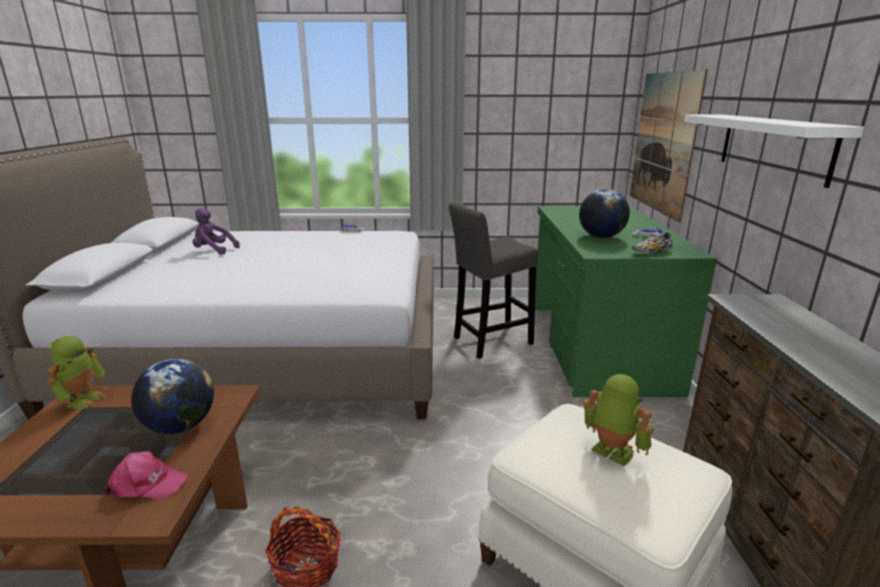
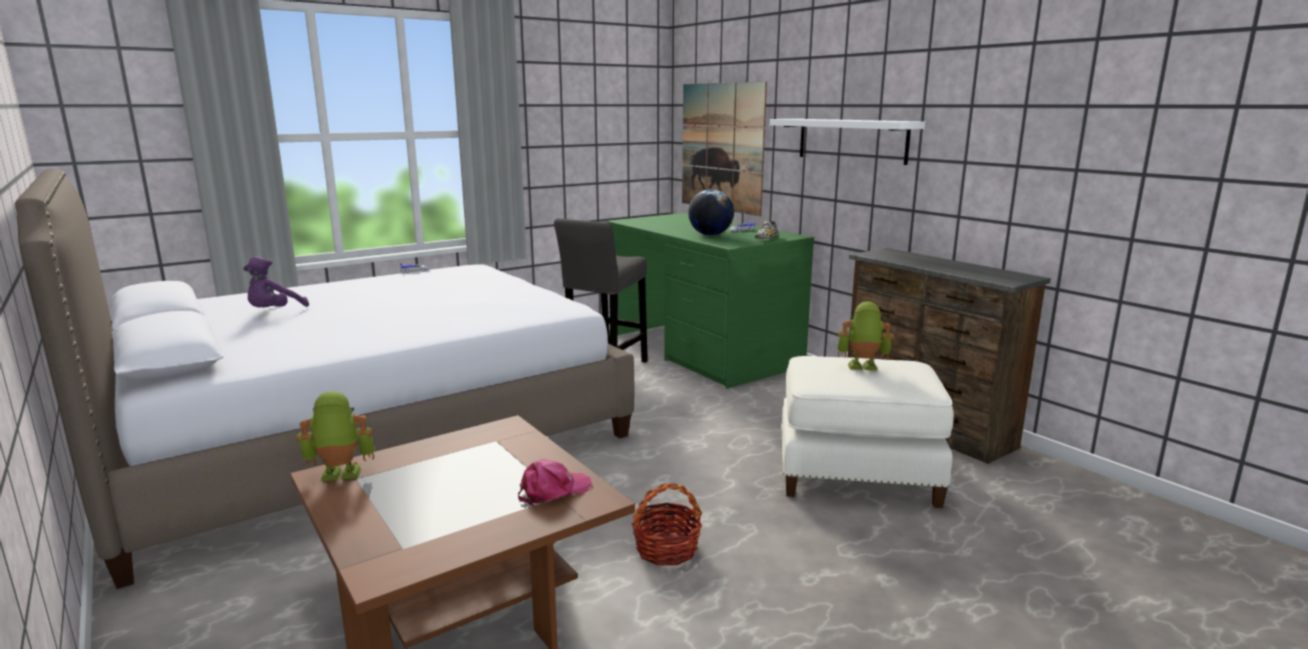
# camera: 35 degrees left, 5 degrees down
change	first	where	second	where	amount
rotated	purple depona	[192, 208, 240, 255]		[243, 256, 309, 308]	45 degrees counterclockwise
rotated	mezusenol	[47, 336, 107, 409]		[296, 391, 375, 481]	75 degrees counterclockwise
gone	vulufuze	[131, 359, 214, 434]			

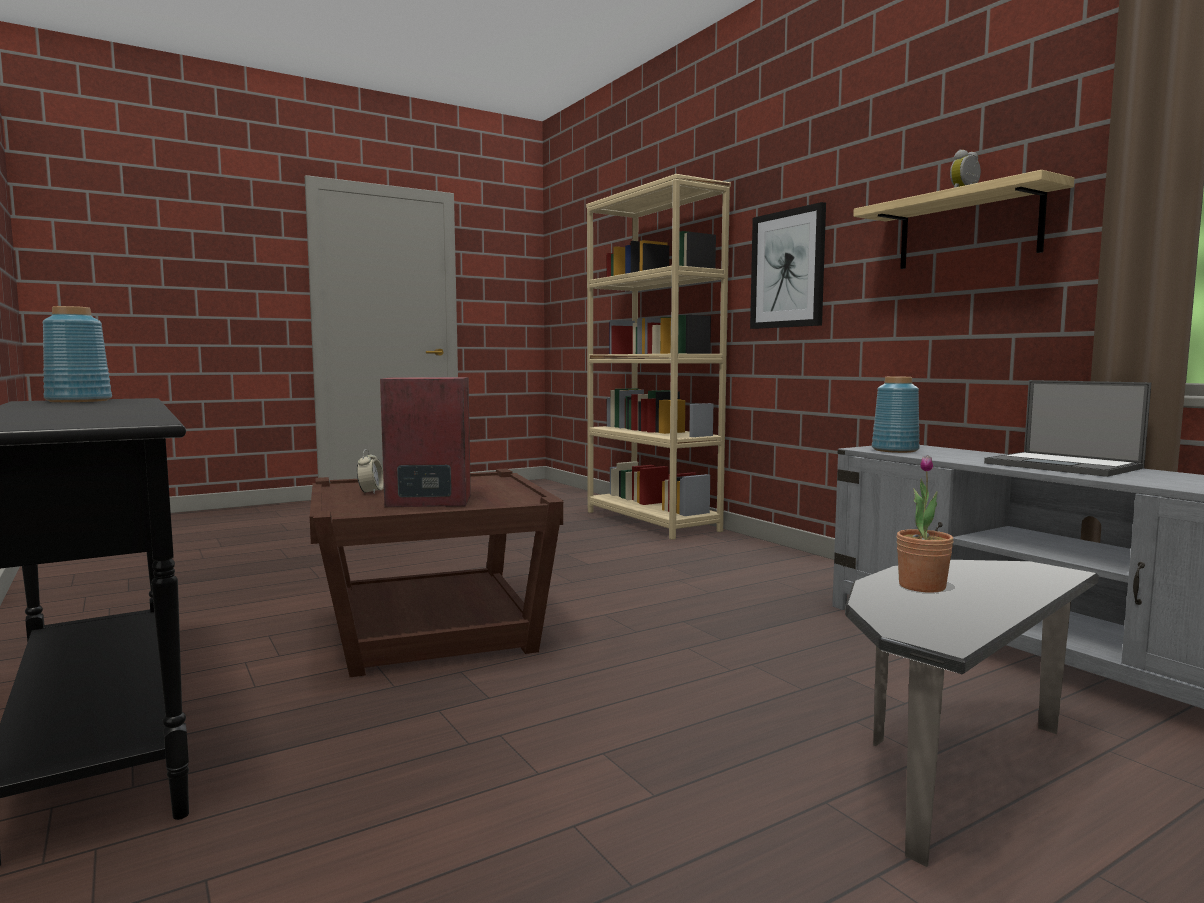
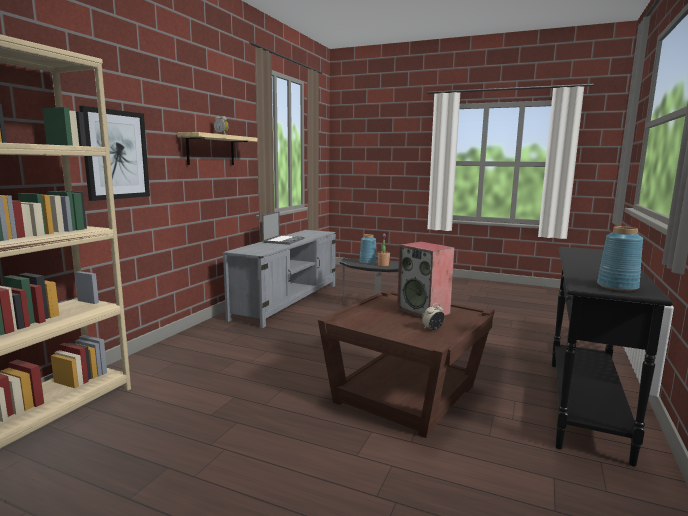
# camera: 125 degrees left, 5 degrees up
change	first	where	second	where	amount
shifted	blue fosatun	[872, 377, 920, 453]		[359, 234, 377, 264]	

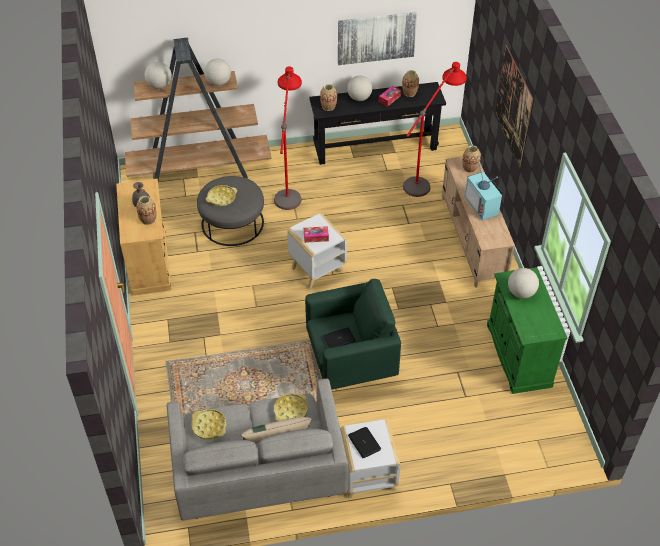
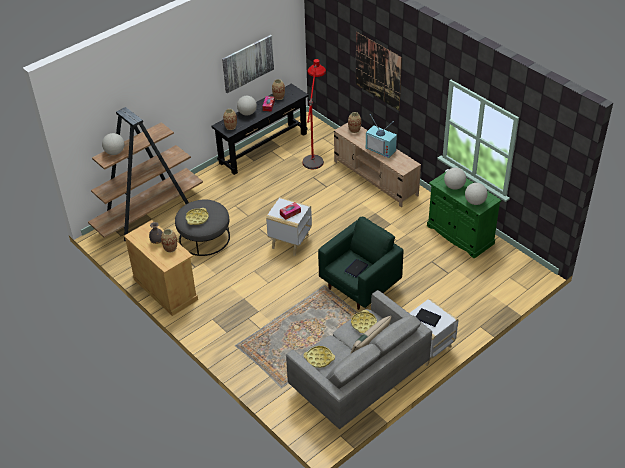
# camera: 30 degrees left, 5 degrees down
change	first	where	second	where	amount
shifted	vulufuze	[204, 59, 231, 86]		[465, 183, 488, 205]	
gone	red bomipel	[274, 66, 302, 210]			

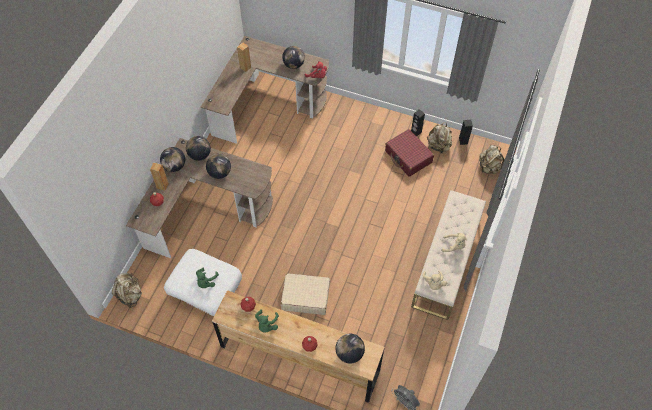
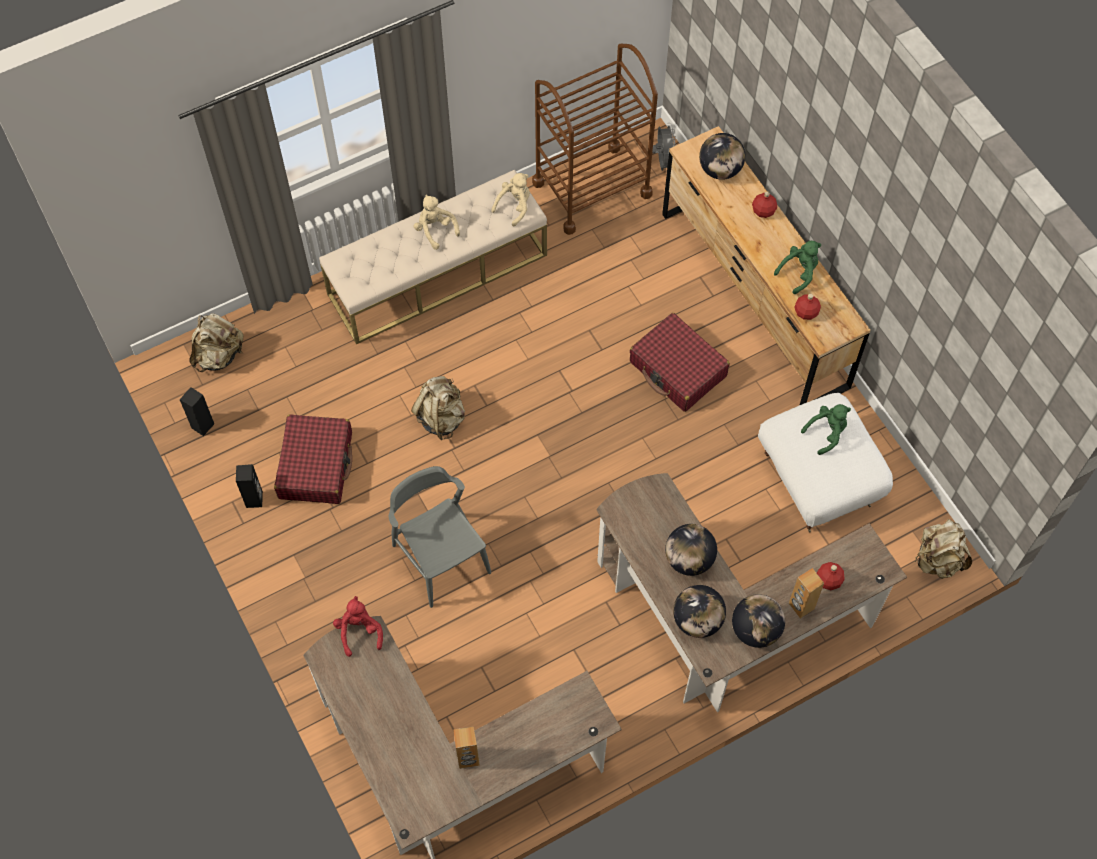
# camera: 140 degrees left, 5 degrees up
change	first	where	second	where	amount
gone	vulufuze	[282, 46, 305, 69]			
shifted	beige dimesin	[427, 123, 452, 153]		[411, 376, 465, 440]	
repainted	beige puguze	[281, 273, 330, 315]	red puguze	[630, 313, 730, 412]	
new			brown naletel	[532, 44, 658, 235]	
new			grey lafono	[389, 466, 491, 608]	

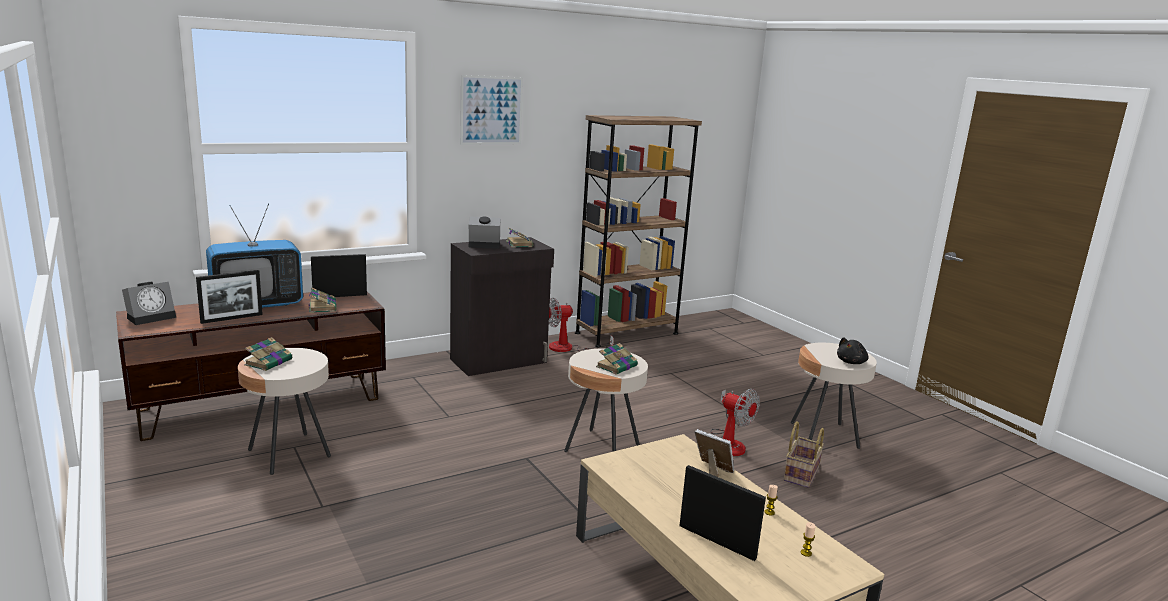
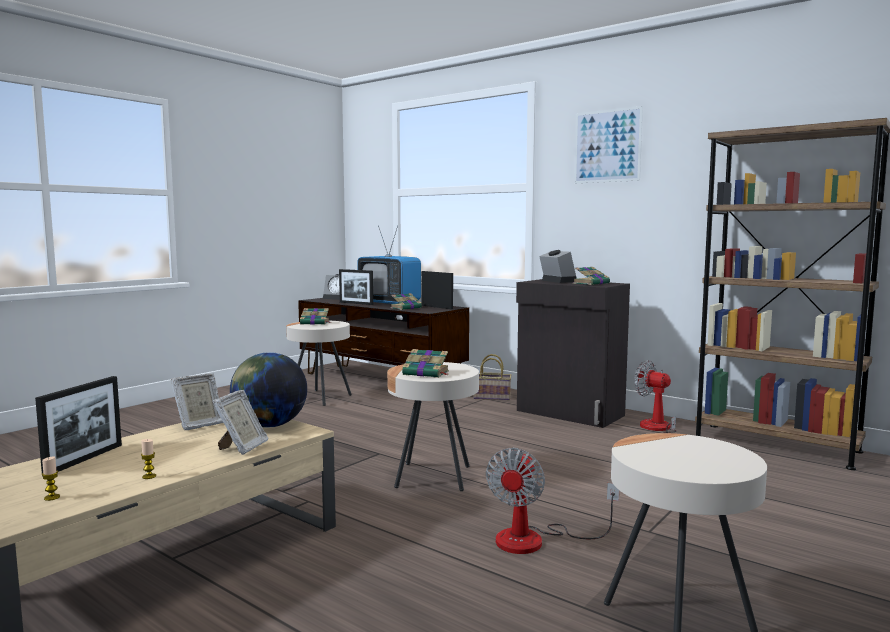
# camera: 70 degrees right, 10 degrees down
change	first	where	second	where	amount
gone	black depona	[837, 337, 869, 364]			
shifted	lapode	[784, 421, 824, 488]		[473, 354, 511, 400]	
new			vulufuze	[230, 352, 307, 428]	
new			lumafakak	[171, 373, 223, 430]	

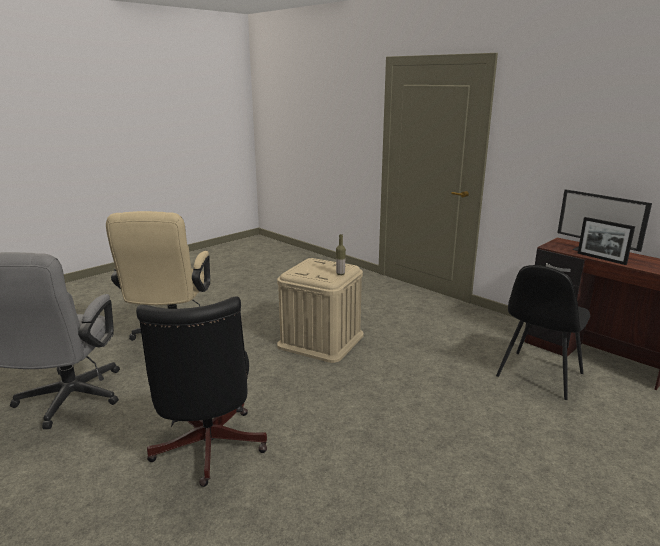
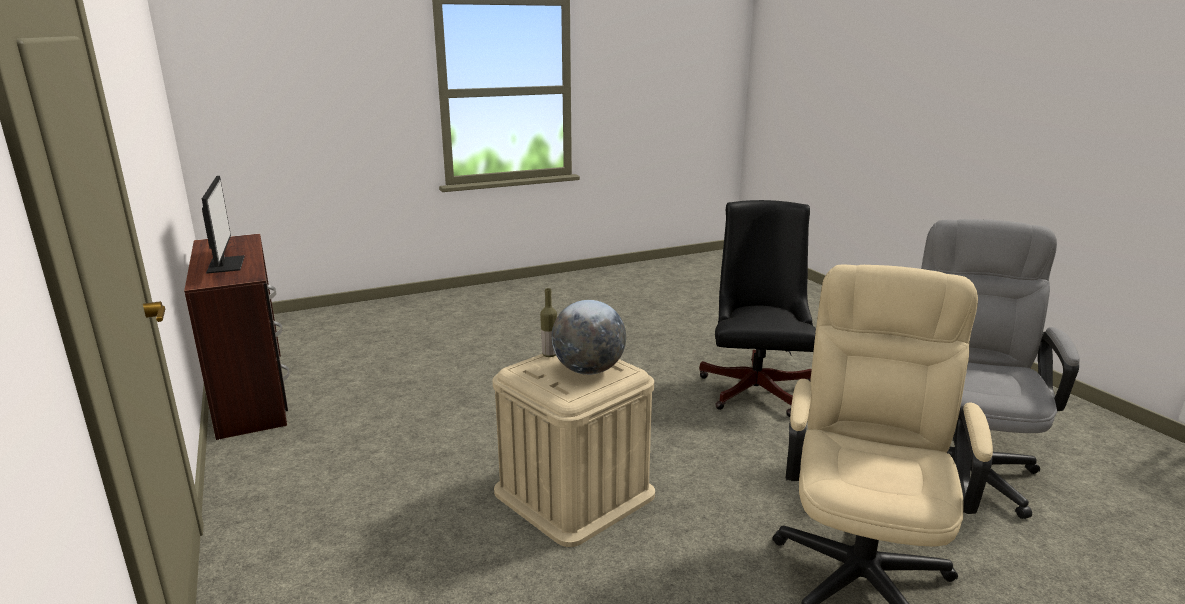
# camera: 160 degrees left, 0 degrees up
change	first	where	second	where	amount
gone	lumafakak	[578, 217, 635, 265]			
gone	black lafono	[496, 265, 590, 400]			
new			vulufuze	[551, 300, 626, 375]	

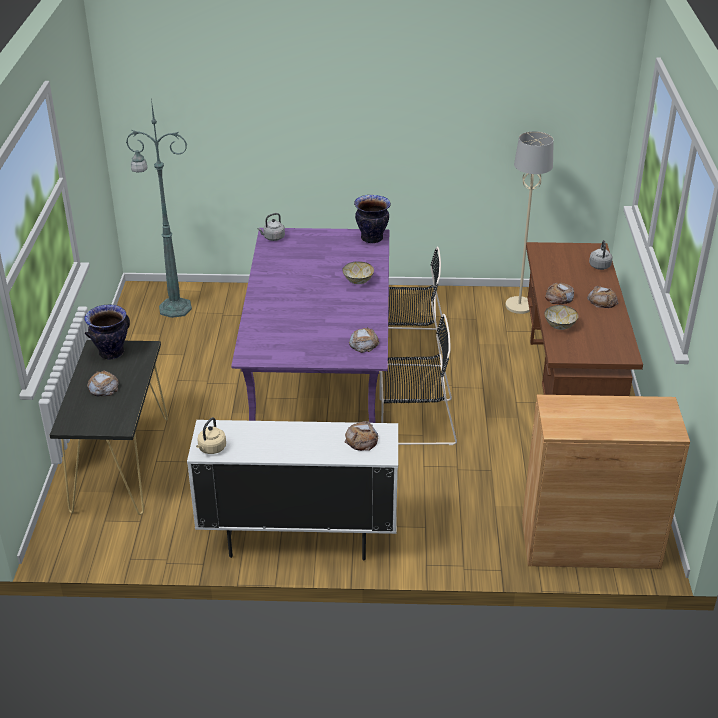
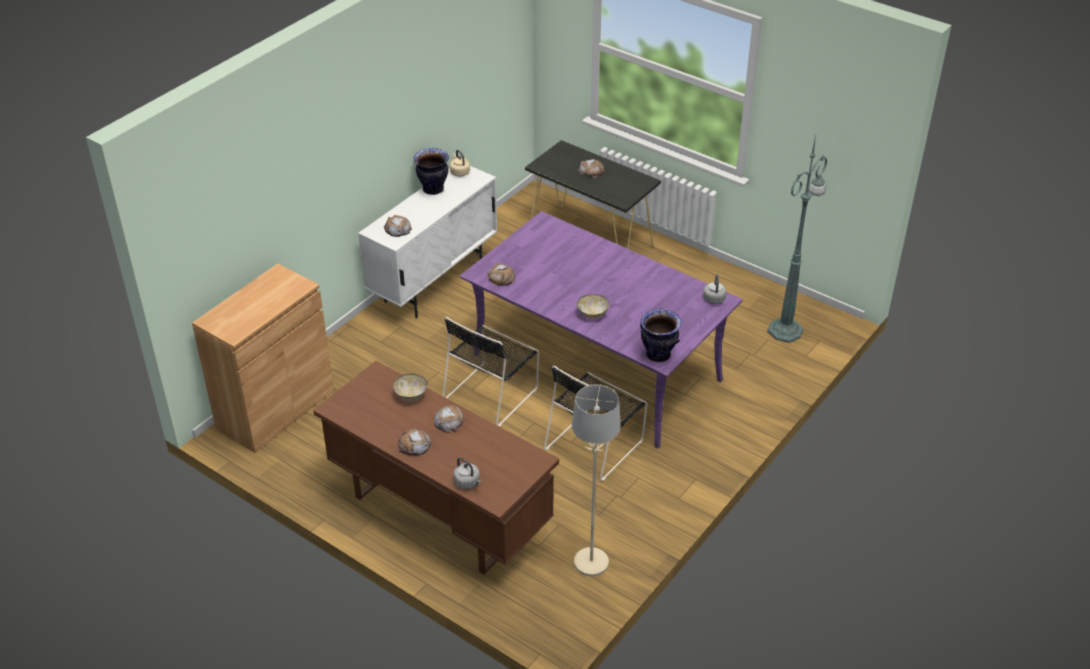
# camera: 125 degrees right, 5 degrees up
change	first	where	second	where	amount
shifted	fosatun	[84, 304, 130, 359]		[414, 148, 449, 195]	

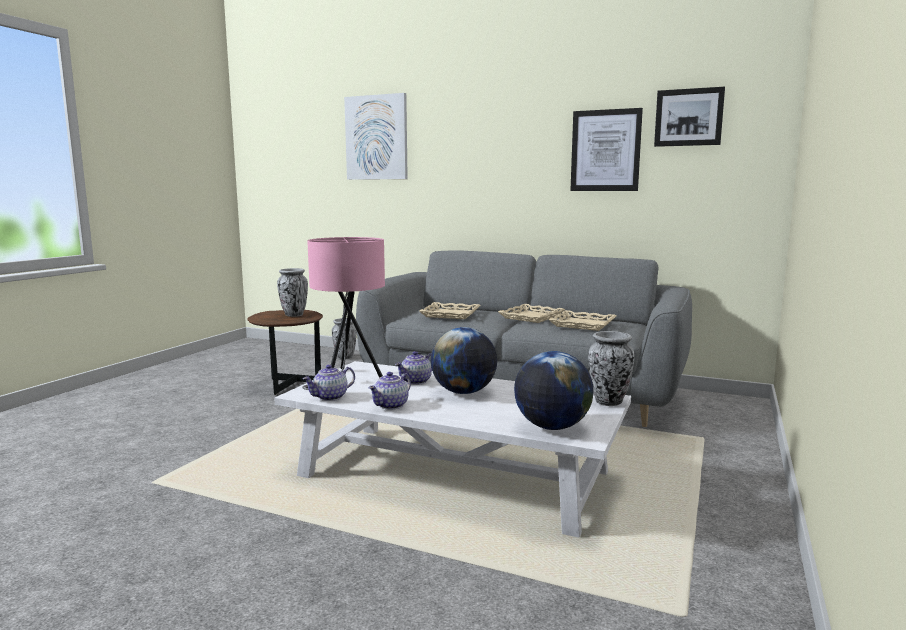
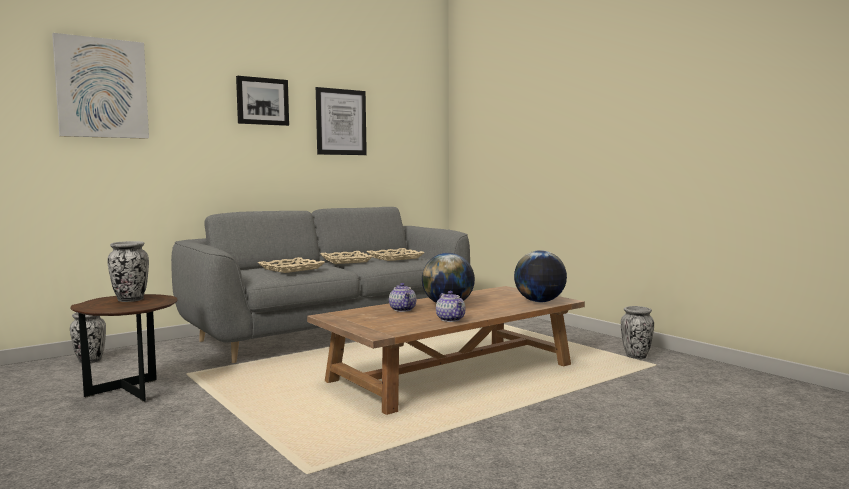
# camera: 60 degrees left, 5 degrees down
change	first	where	second	where	amount
shifted	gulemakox	[654, 87, 725, 147]		[236, 76, 289, 126]	
gone	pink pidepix	[302, 237, 385, 390]			
shifted	fosatun	[588, 331, 635, 406]		[621, 306, 654, 359]	
repainted	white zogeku	[274, 361, 631, 538]	brown zogeku	[307, 286, 585, 415]	
gone	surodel	[303, 365, 355, 401]			

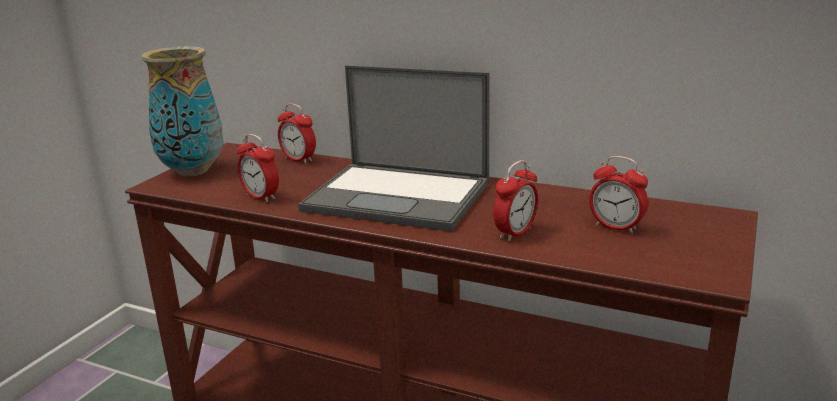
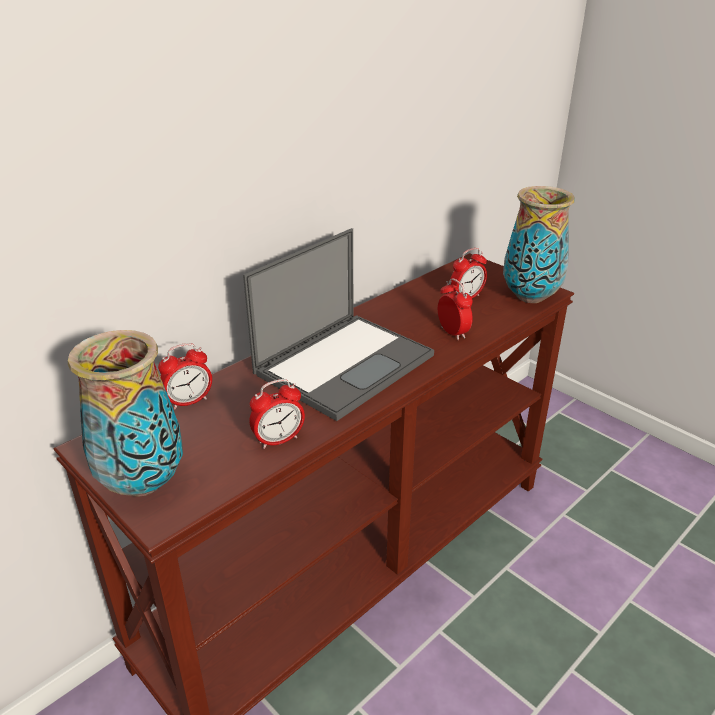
# camera: 70 degrees left, 10 degrees up
change	first	where	second	where	amount
new			fosatun	[503, 186, 575, 303]	

